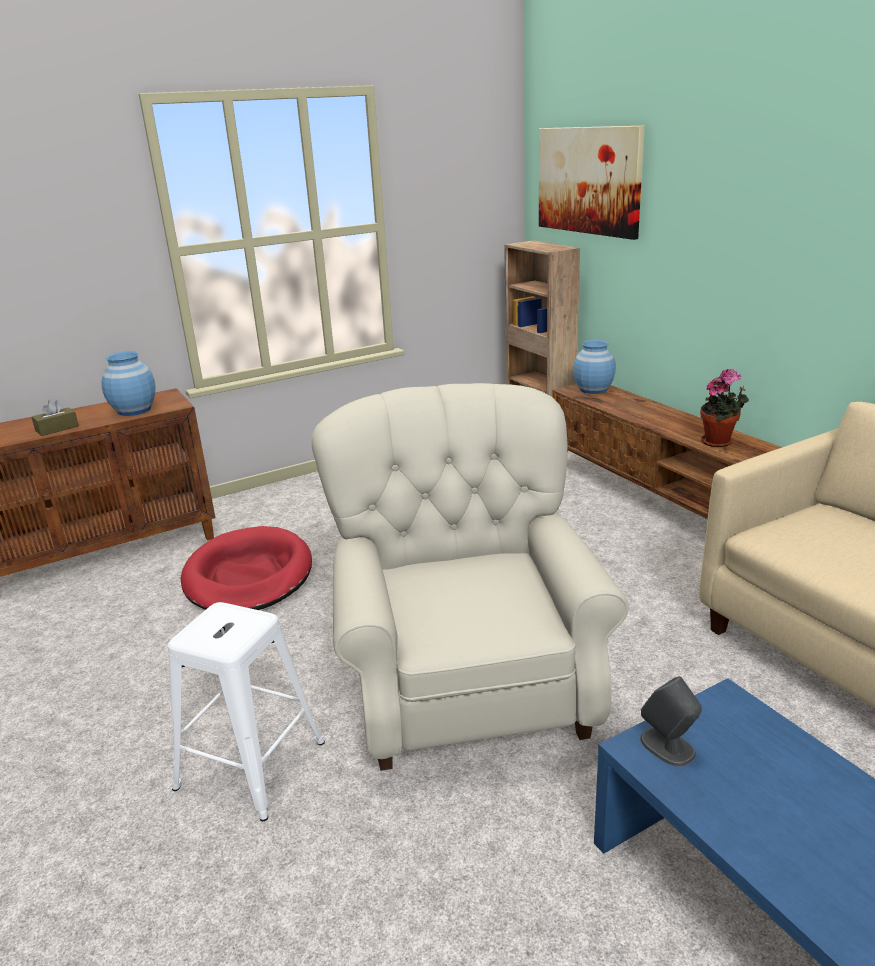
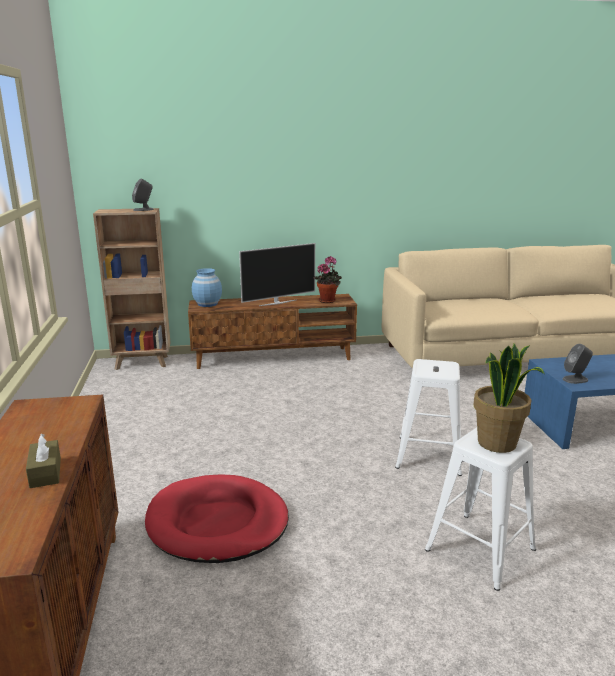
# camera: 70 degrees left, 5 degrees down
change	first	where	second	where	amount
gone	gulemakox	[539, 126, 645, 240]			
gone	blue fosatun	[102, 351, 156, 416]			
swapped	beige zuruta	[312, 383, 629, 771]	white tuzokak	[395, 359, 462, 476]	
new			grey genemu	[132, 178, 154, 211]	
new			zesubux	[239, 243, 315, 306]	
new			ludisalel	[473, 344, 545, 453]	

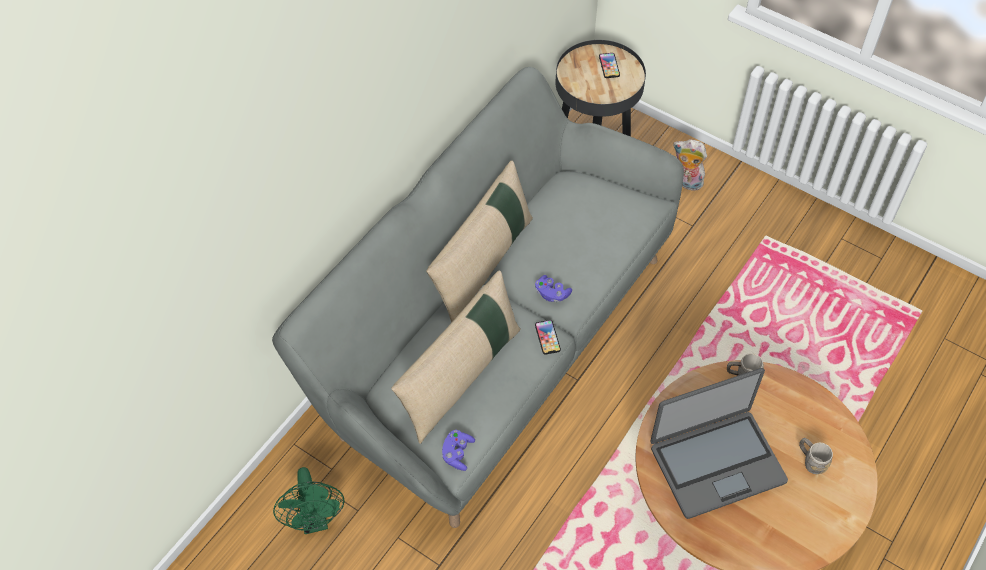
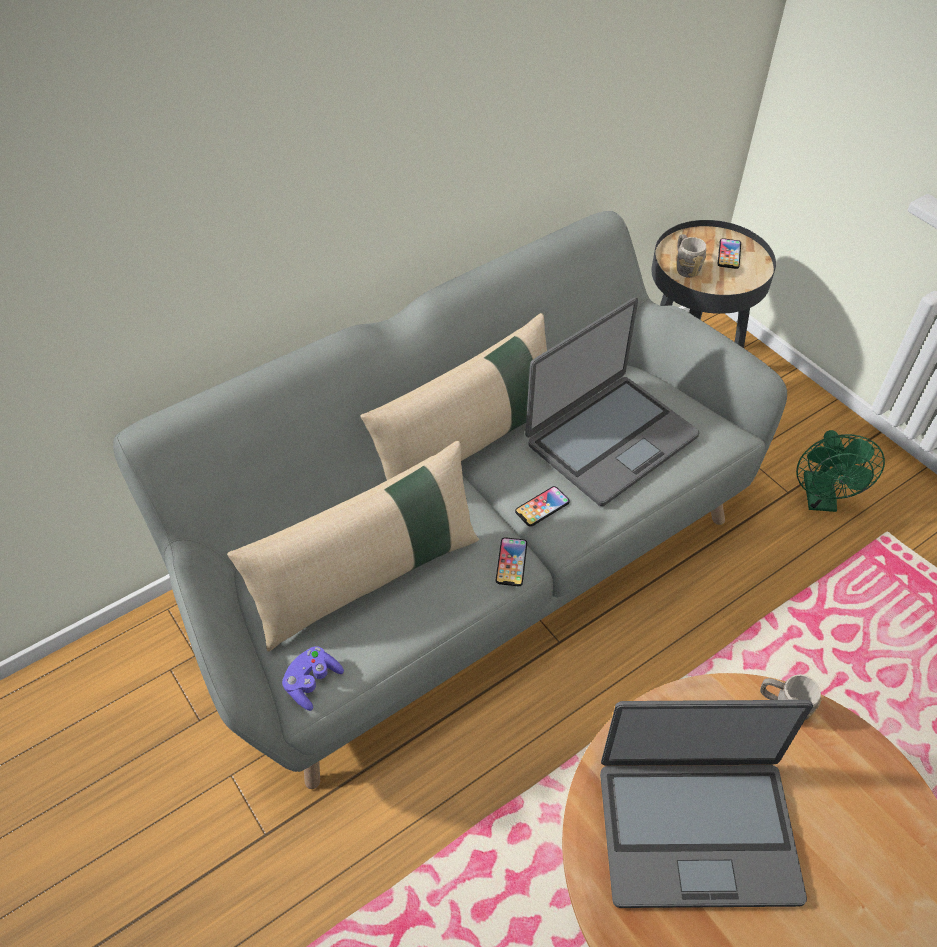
# camera: 20 degrees right, 5 degrees down
change	first	where	second	where	amount
gone	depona	[673, 139, 707, 191]			
swapped	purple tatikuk	[535, 275, 572, 303]	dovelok	[515, 486, 570, 527]	
shifted	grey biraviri	[799, 438, 833, 474]		[677, 234, 706, 278]	
shifted	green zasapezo	[273, 467, 344, 534]		[796, 430, 885, 512]	
new			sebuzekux	[525, 297, 699, 506]	

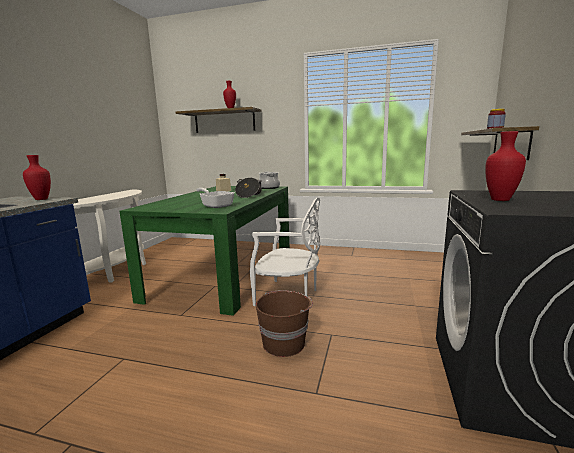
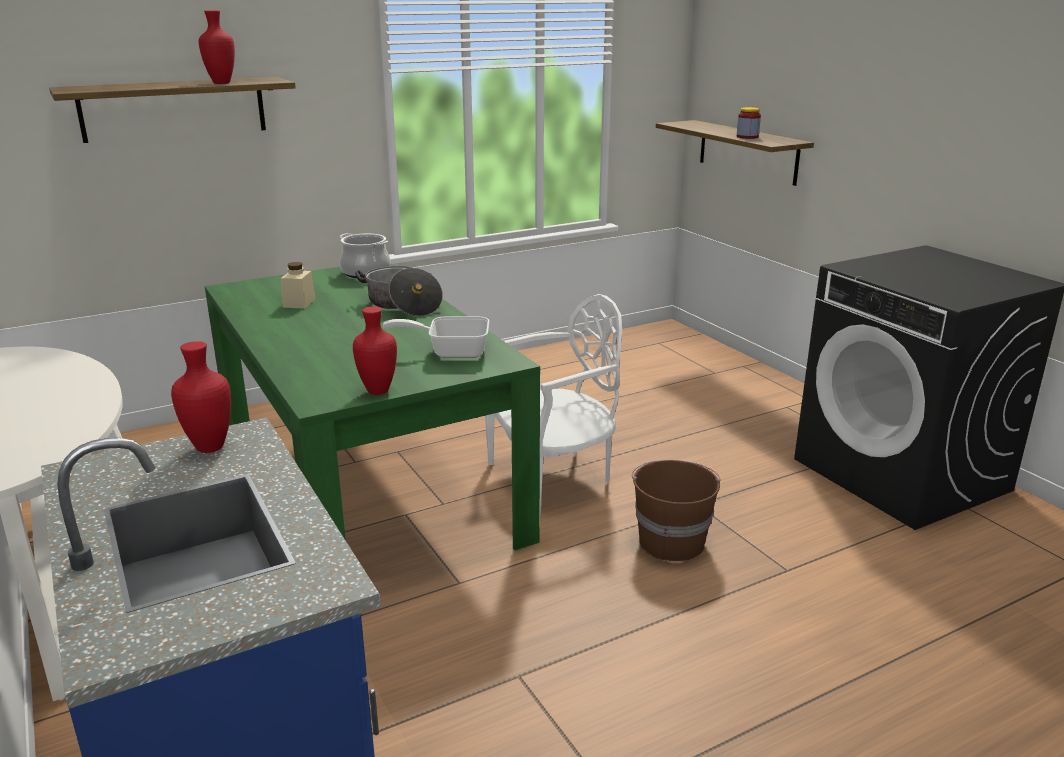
# camera: 45 degrees left, 10 degrees up
change	first	where	second	where	amount
shifted	red fosatun	[485, 131, 526, 201]		[353, 307, 397, 395]	

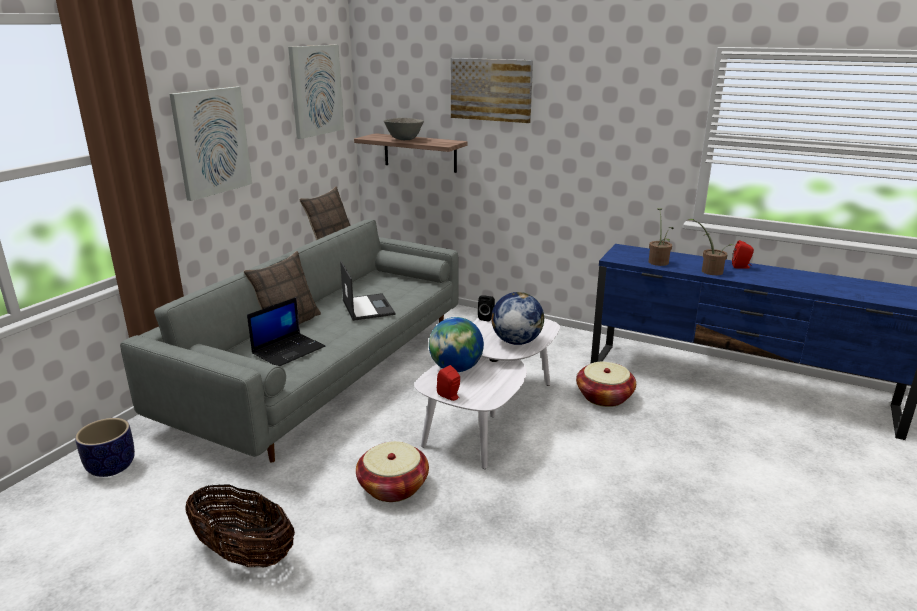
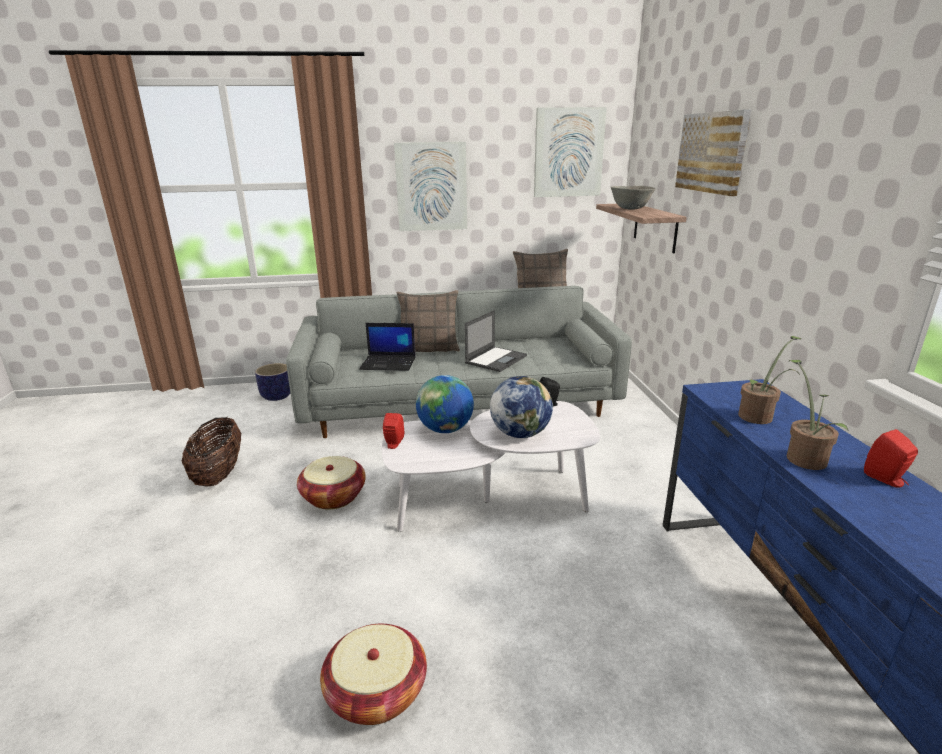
# camera: 55 degrees right, 0 degrees up
change	first	where	second	where	amount
shifted	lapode	[576, 362, 636, 407]		[320, 624, 427, 725]	

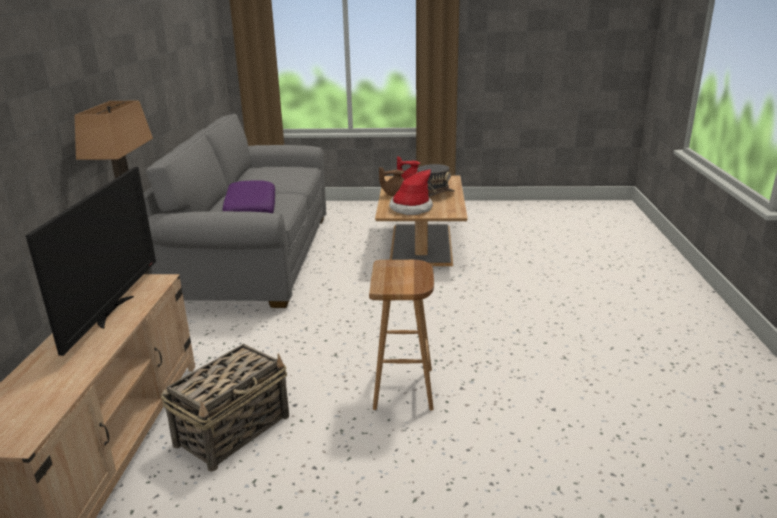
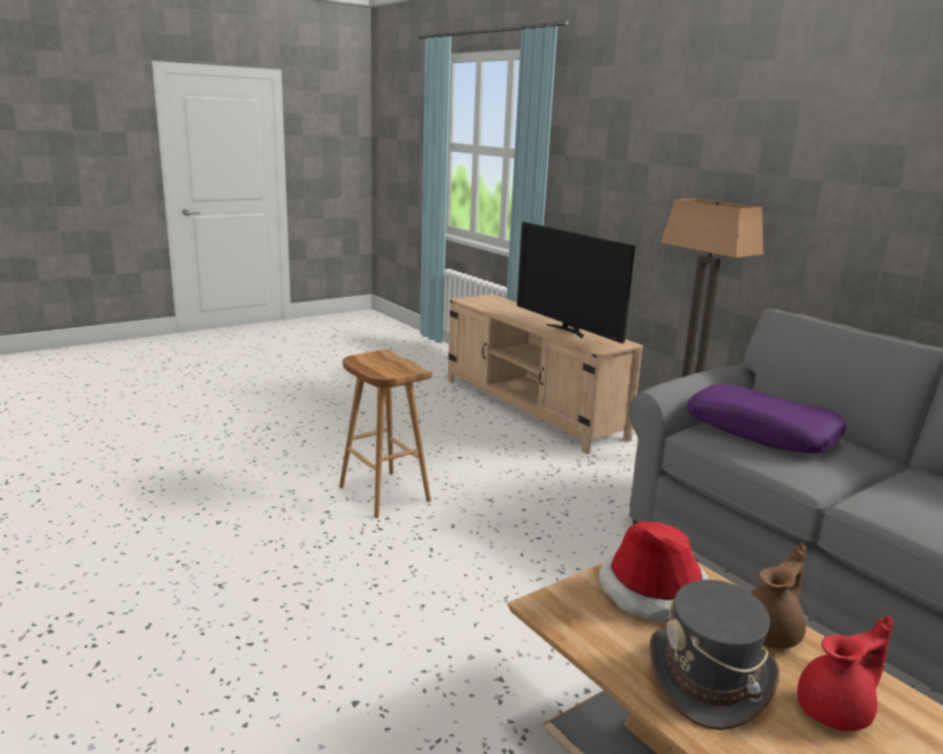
# camera: 140 degrees right, 5 degrees down
change	first	where	second	where	amount
gone	lapode	[161, 344, 289, 472]			

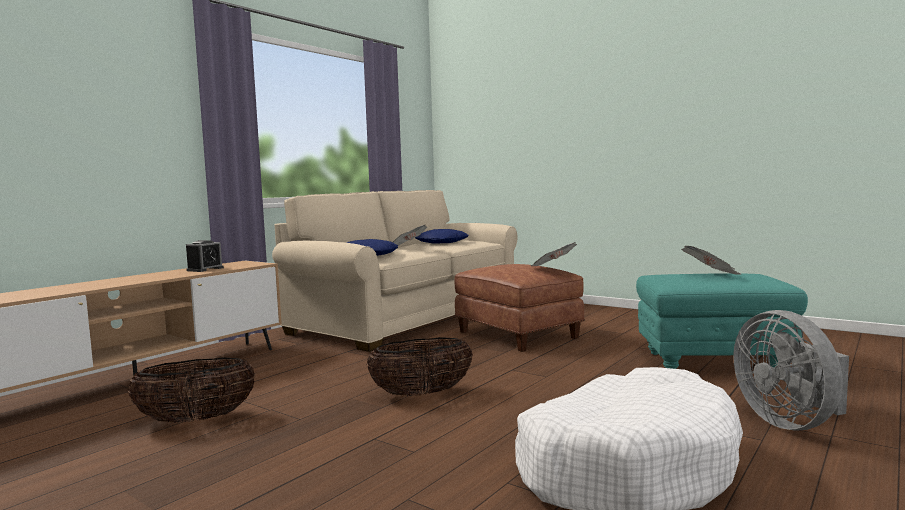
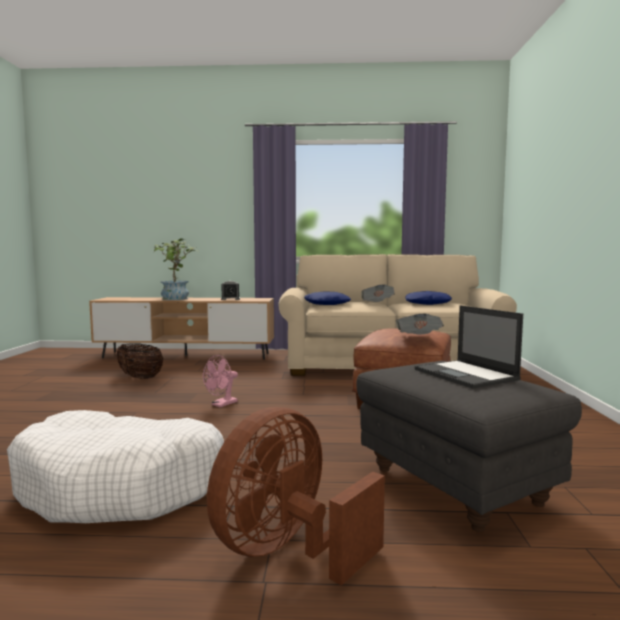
# camera: 55 degrees right, 0 degrees up
change	first	where	second	where	amount
swapped	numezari	[681, 246, 741, 275]	sebuzekux	[415, 305, 523, 389]	
repainted	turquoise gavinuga	[636, 273, 808, 369]	grey gavinuga	[356, 361, 582, 532]	
repainted	grey zasapezo	[733, 310, 849, 430]	brown zasapezo	[207, 407, 385, 586]	
swapped	lapode	[367, 337, 473, 396]	pink zasapezo	[203, 355, 238, 407]	
new			ludisalel	[154, 238, 199, 300]	

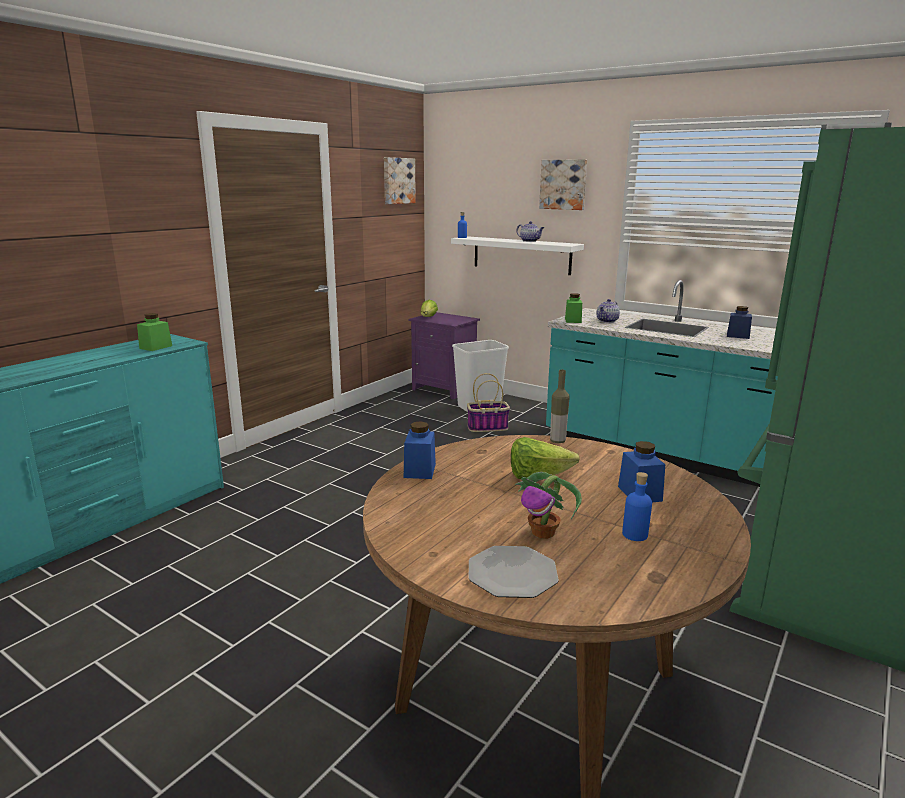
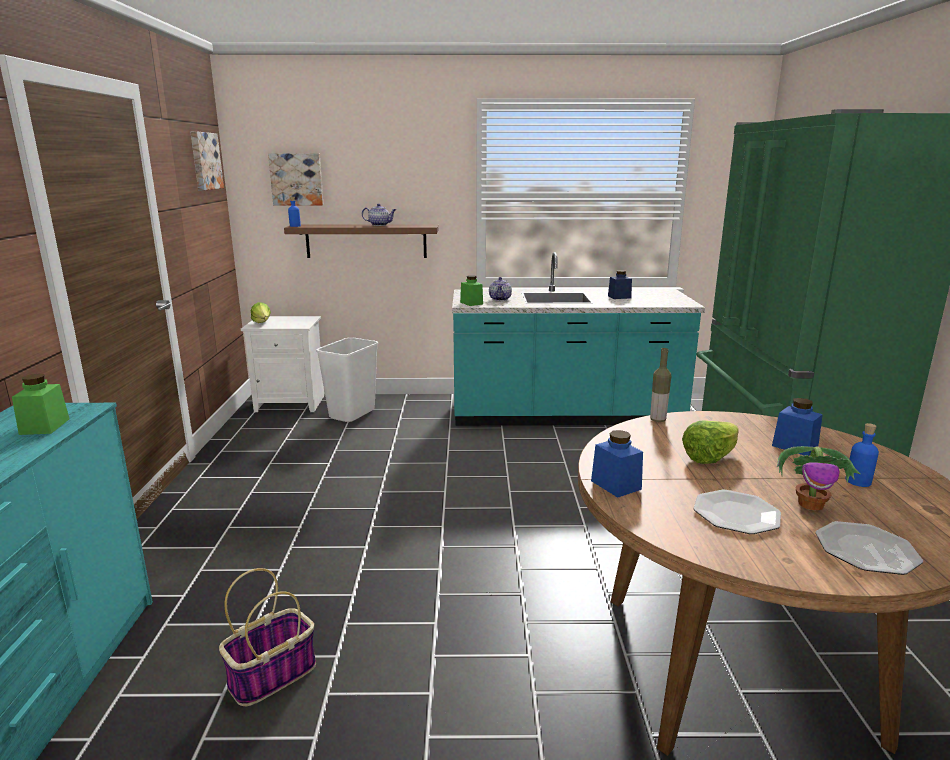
# camera: 35 degrees left, 0 degrees up
change	first	where	second	where	amount
shifted	gulemakox	[539, 159, 587, 210]		[268, 153, 323, 205]	
repainted	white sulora	[451, 236, 584, 275]	brown sulora	[284, 224, 438, 258]	
repainted	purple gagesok	[408, 312, 480, 399]	white gagesok	[241, 316, 324, 412]	
shifted	lapode	[467, 373, 510, 432]		[219, 568, 316, 706]	
new			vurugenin	[693, 490, 781, 534]	

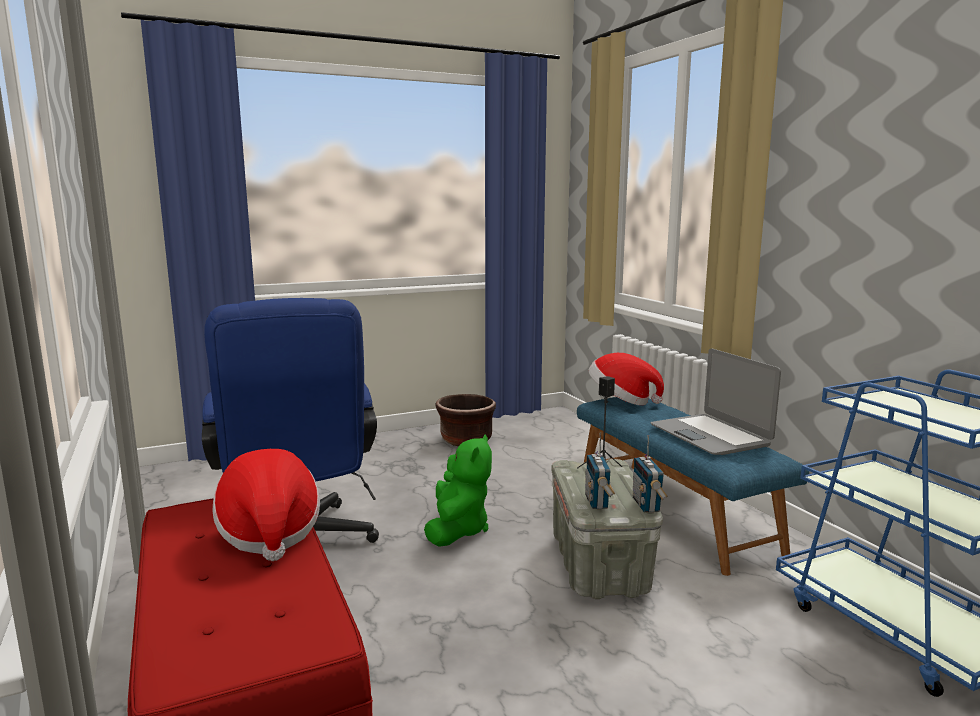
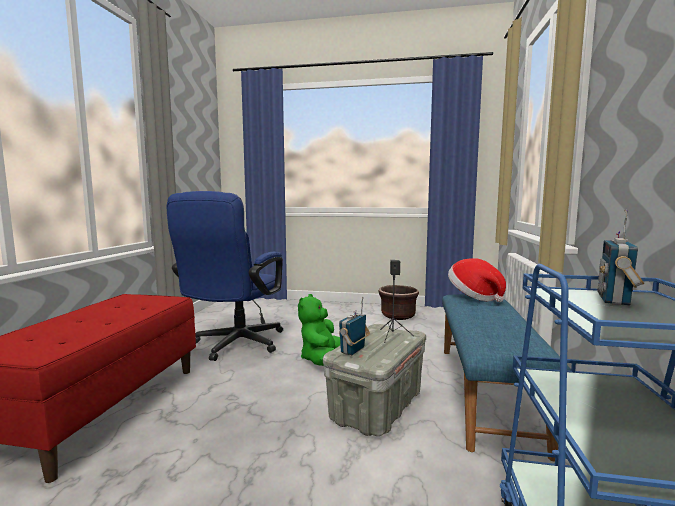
# camera: 35 degrees right, 5 degrees down
change	first	where	second	where	amount
gone	sebuzekux	[651, 349, 781, 455]			
rotated	green depona	[424, 434, 492, 547]		[298, 294, 340, 366]	150 degrees clockwise
shifted	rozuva	[633, 435, 668, 513]		[597, 210, 644, 305]	
gone	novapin	[212, 449, 320, 561]			

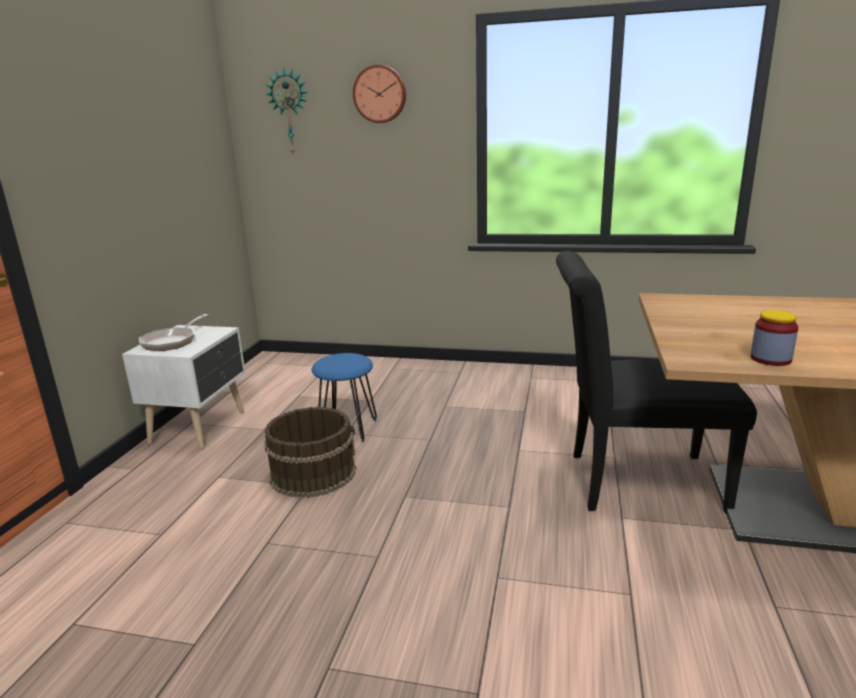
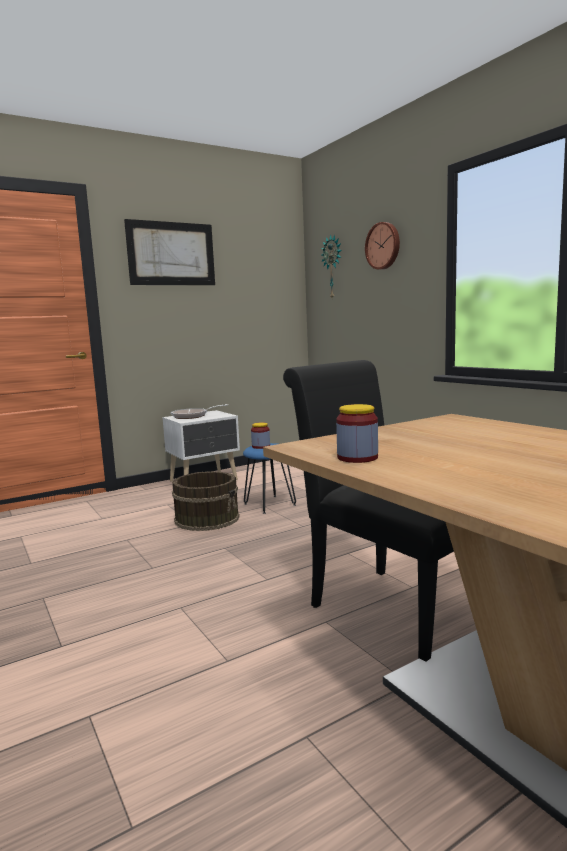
# camera: 45 degrees right, 10 degrees down
change	first	where	second	where	amount
new			gulemakox	[124, 219, 215, 285]	
new			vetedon	[251, 423, 270, 449]	

